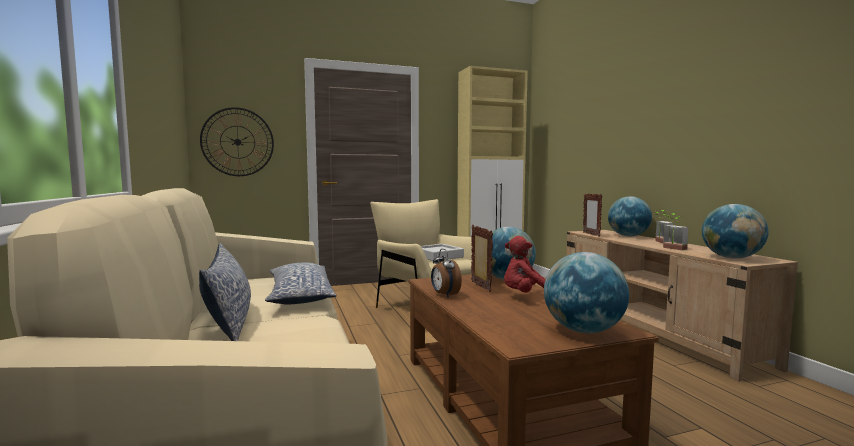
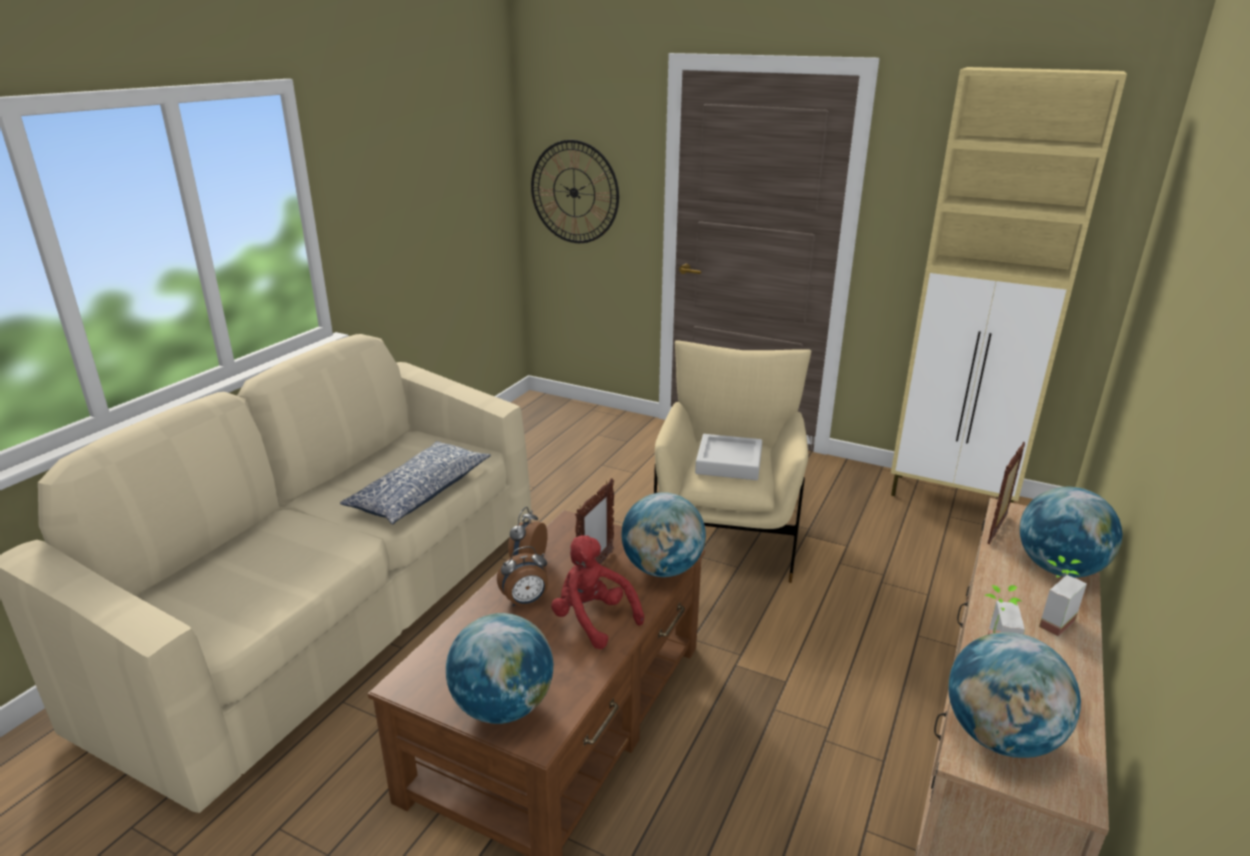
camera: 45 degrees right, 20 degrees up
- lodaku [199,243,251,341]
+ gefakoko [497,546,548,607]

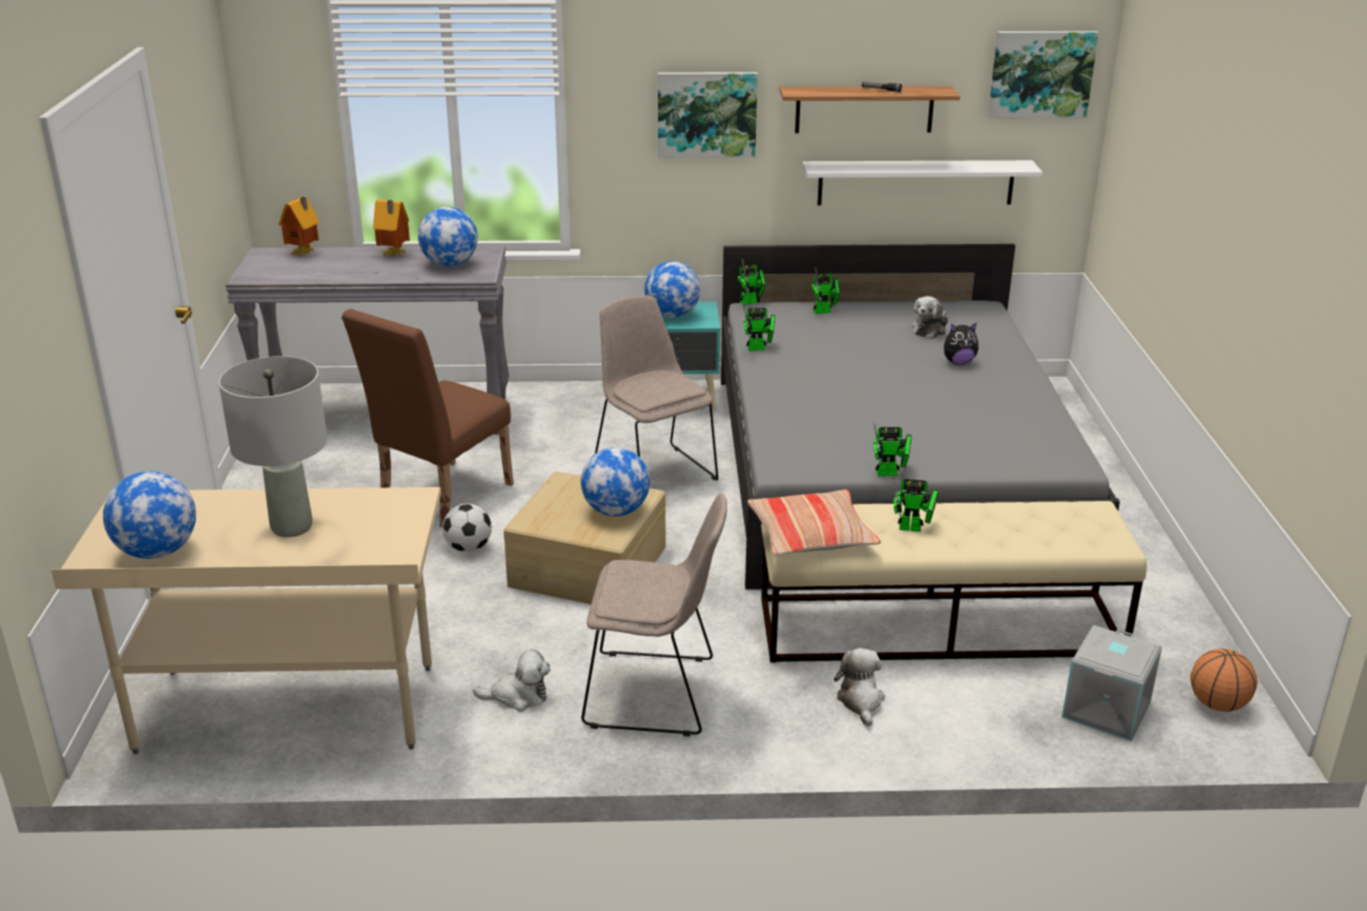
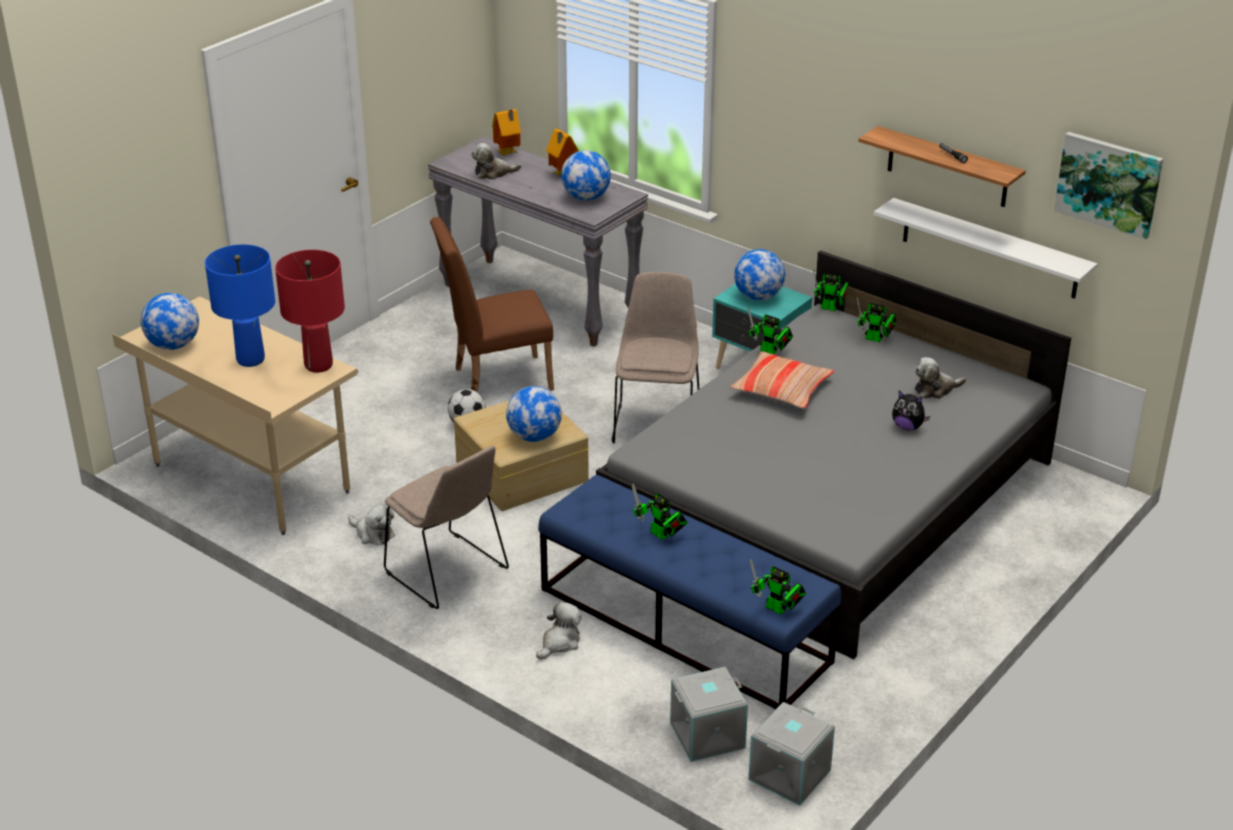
camera: 40 degrees right, 5 degrees up
~ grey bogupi [219,356,327,537] to blue bogupi [205,244,275,367]
- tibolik [658,72,758,158]
~ lodaku [747,489,881,556] to [730,351,834,409]
~ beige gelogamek [761,501,1147,663] to blue gelogamek [538,475,841,709]
~ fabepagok [873,422,912,476] to [750,559,806,614]
~ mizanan [1190,649,1257,712] to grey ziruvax [748,702,835,805]
+ red bogupi [275,250,345,373]
+ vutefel [472,143,521,180]

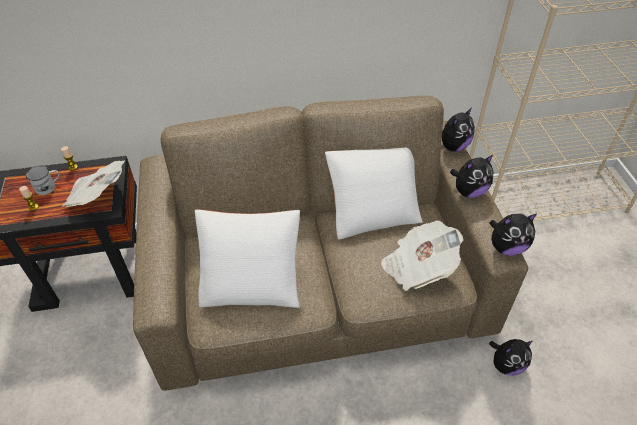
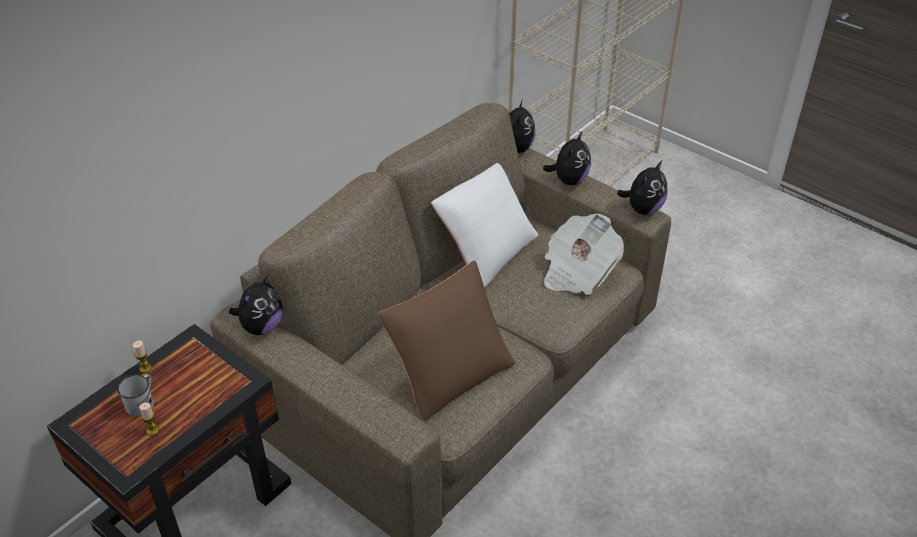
camera: 40 degrees left, 5 degrees down
- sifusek [62,160,125,207]
~ white lodaku [195,209,300,308] to brown lodaku [378,260,515,421]
~ vutefel [489,339,533,376] to [229,276,283,335]

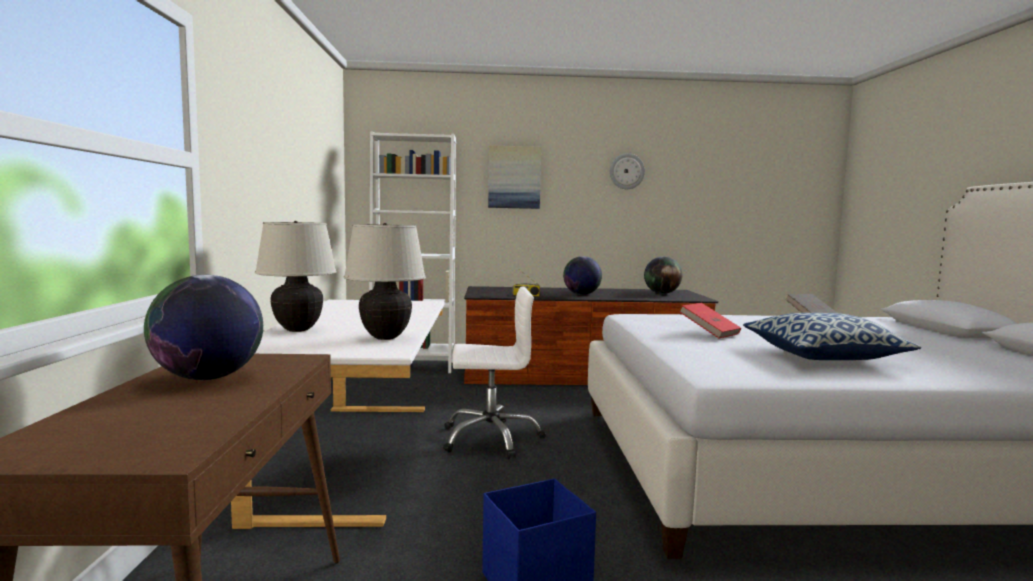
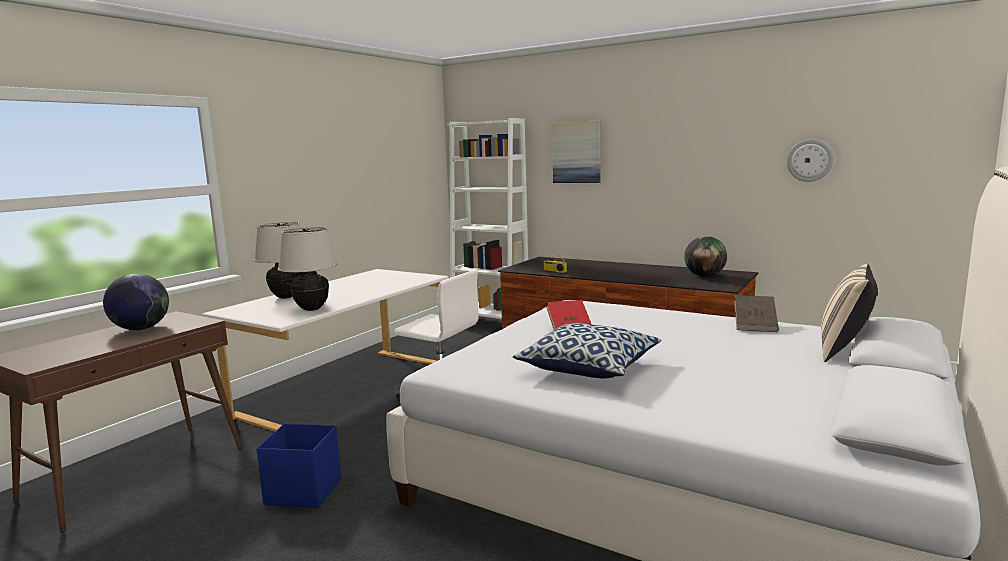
camera: 35 degrees right, 5 degrees up
- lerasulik [563,256,602,295]
~ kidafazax [610,153,645,189] to [787,139,834,182]
+ beige lodaku [821,264,878,362]

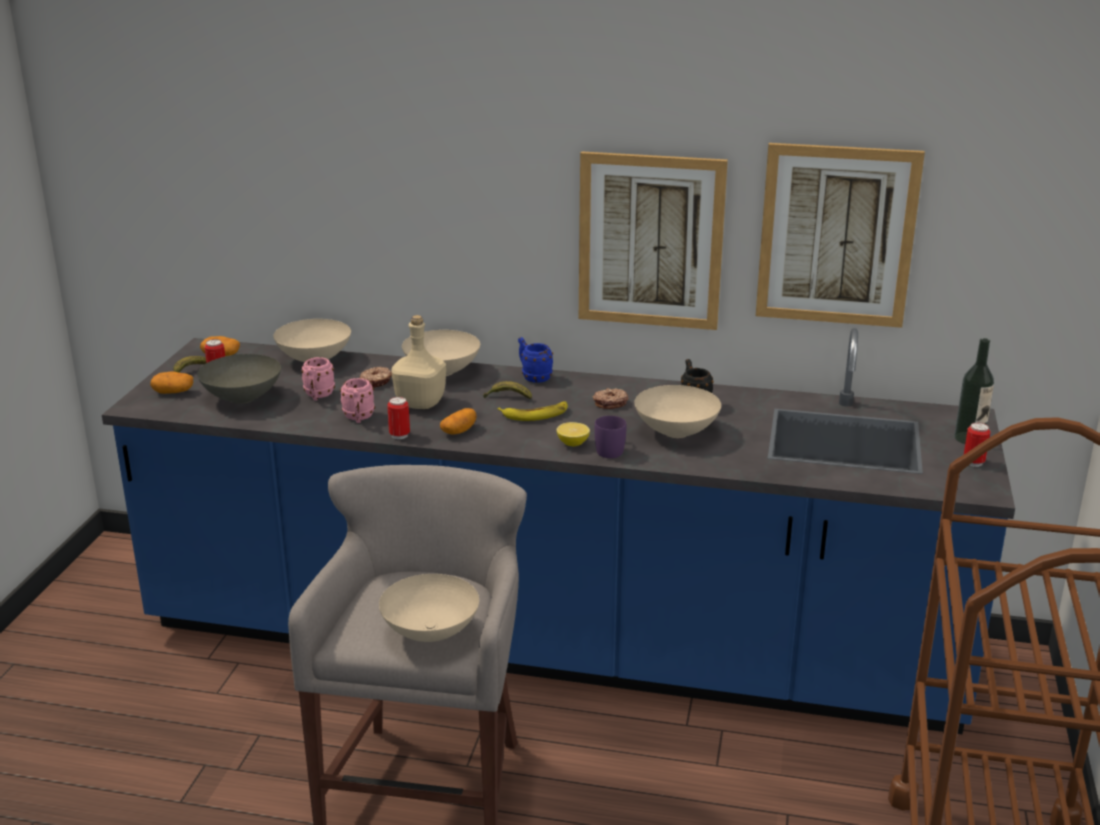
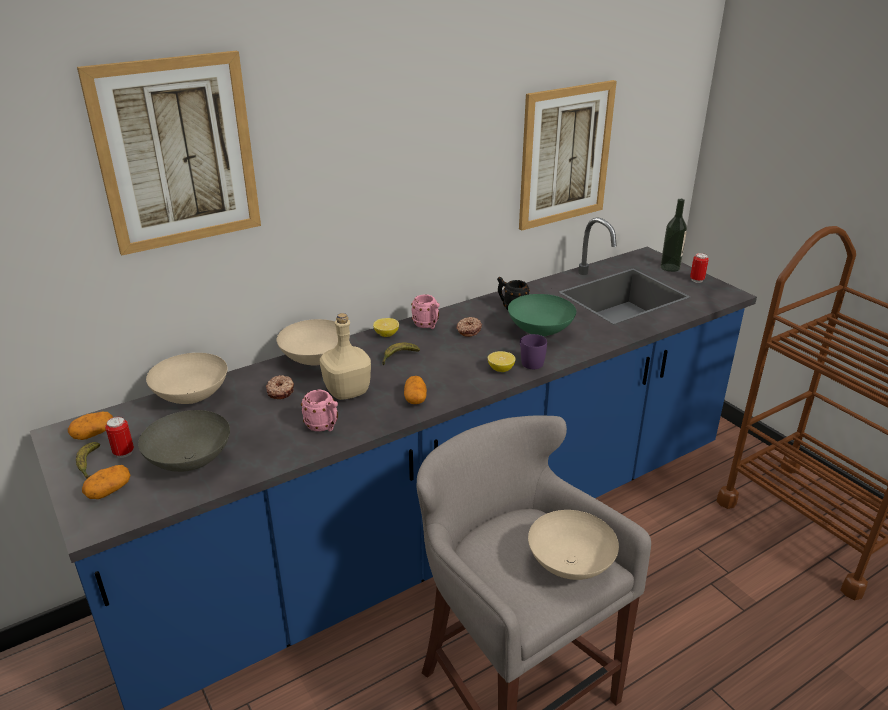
camera: 45 degrees left, 5 degrees up
~ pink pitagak [302,357,335,400] to [411,294,440,329]
- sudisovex [387,397,410,439]
- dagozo [498,401,568,421]
~ blue pitagak [518,337,553,383] to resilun [373,318,399,337]
~ tibolik [579,151,728,330] to [77,51,261,256]
~ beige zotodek [634,385,721,438] to green zotodek [508,294,576,337]

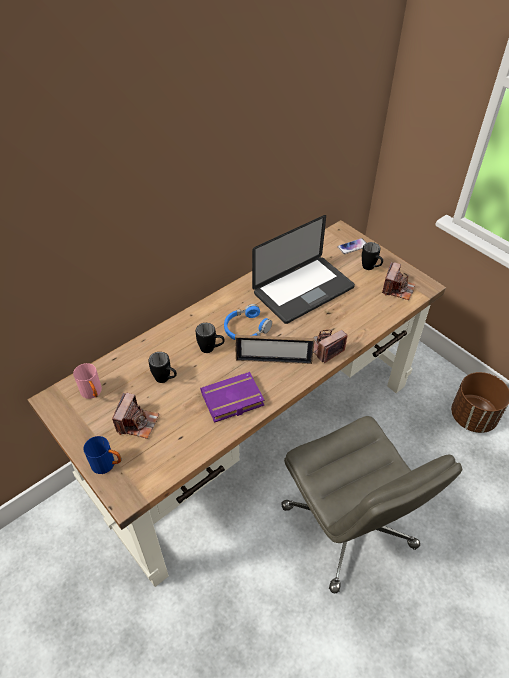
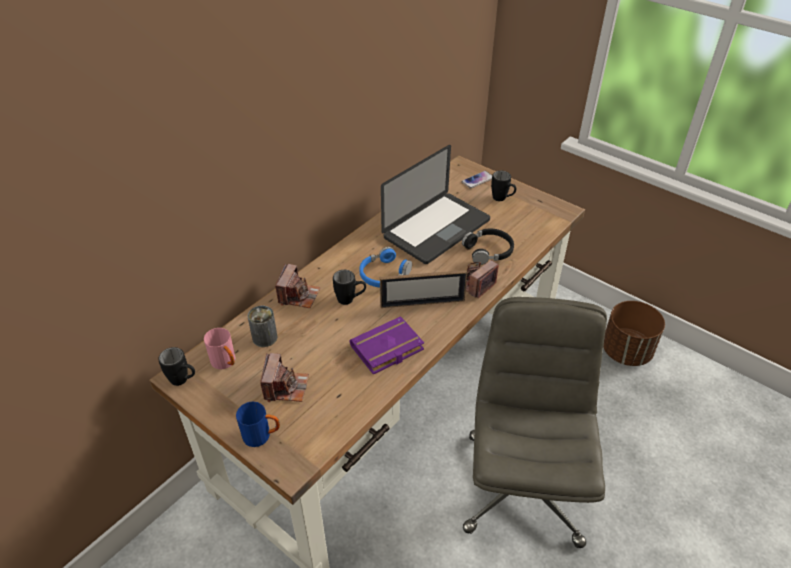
camera: 10 degrees left, 5 degrees down
~ black pitagak [149,352,177,383] to [158,347,195,386]
~ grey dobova [281,416,462,593] = [463,297,607,548] 135 degrees counterclockwise
~ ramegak [382,262,416,300] to [275,264,320,308]
+ sudisovex [248,306,278,347]
+ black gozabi [462,228,514,265]

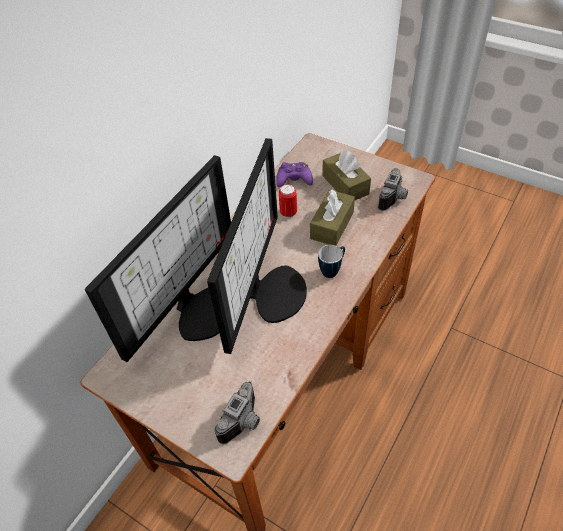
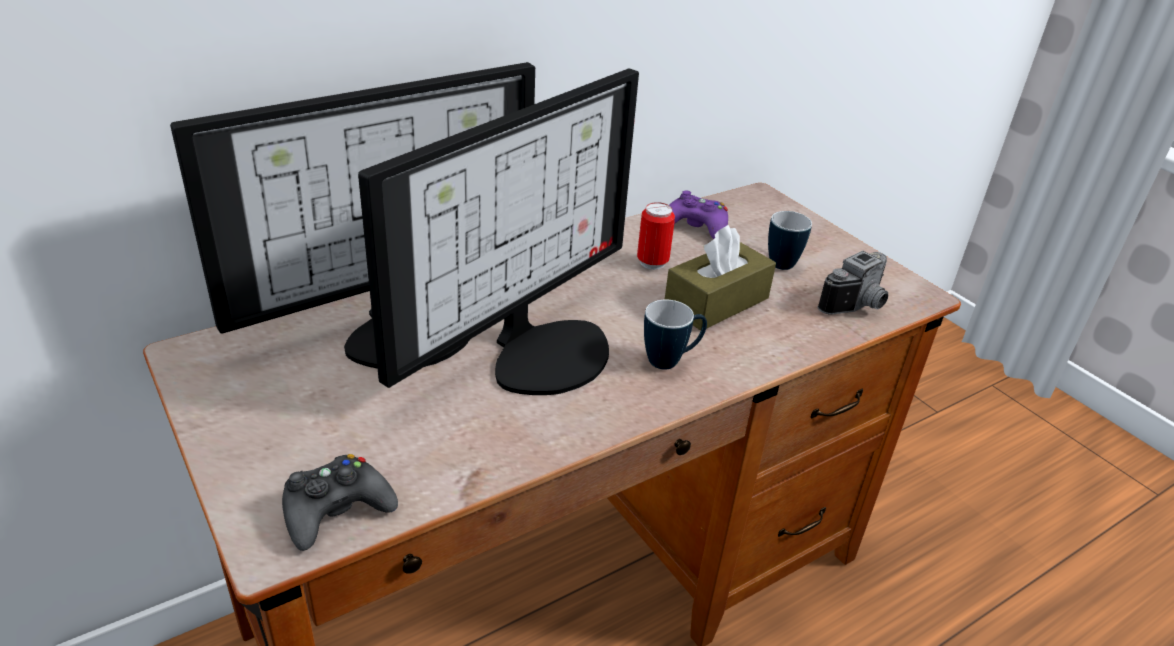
camera: 20 degrees right, 15 degrees down
~ ramegak [214,381,260,444] to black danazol [282,454,398,551]
~ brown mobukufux [322,150,371,200] to pitagak [768,211,812,270]

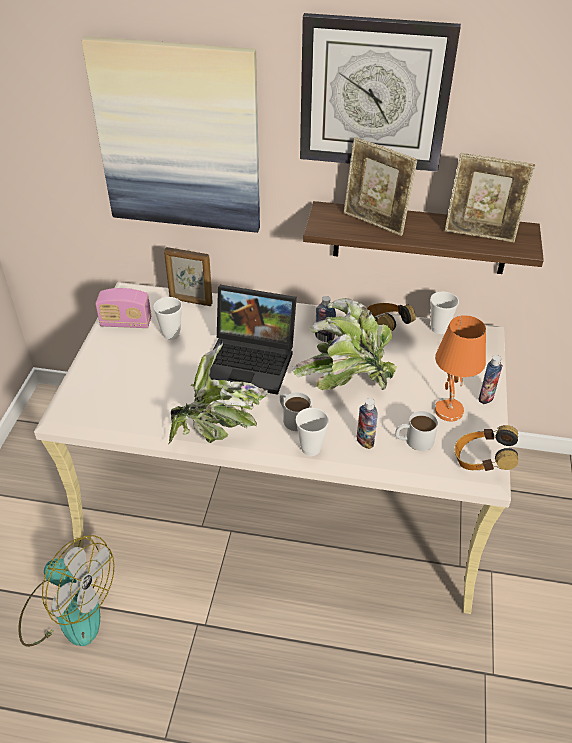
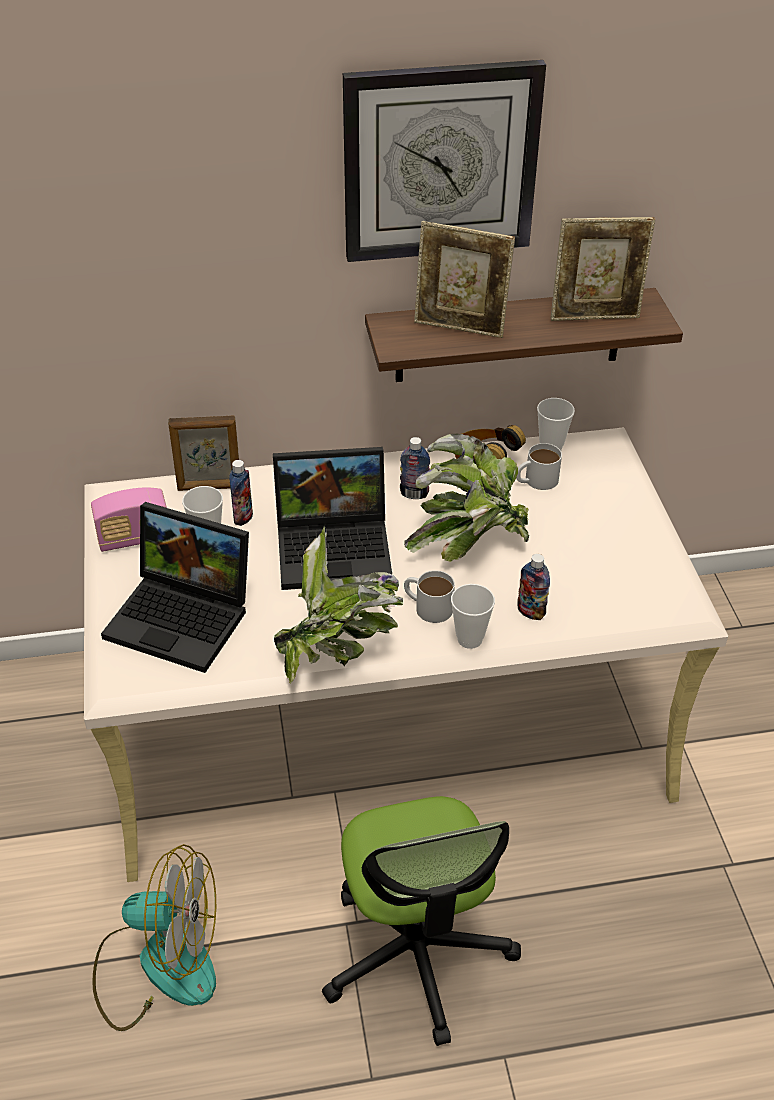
camera: 20 degrees left, 0 degrees up
- tibolik [81,36,260,233]
~ white pitagak [395,411,438,451] to [516,443,562,490]
- orange bogupi [435,315,486,421]
- gozabi [455,425,518,471]
~ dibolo [479,355,503,404] to [229,460,253,526]
+ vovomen [101,502,249,673]
+ dobova [322,796,521,1046]

